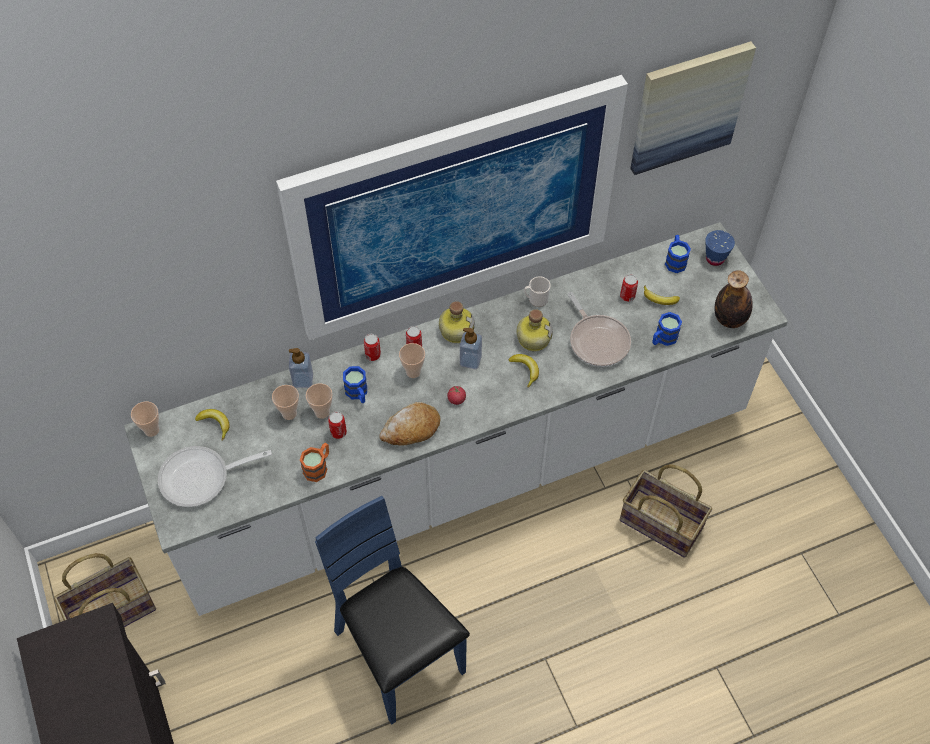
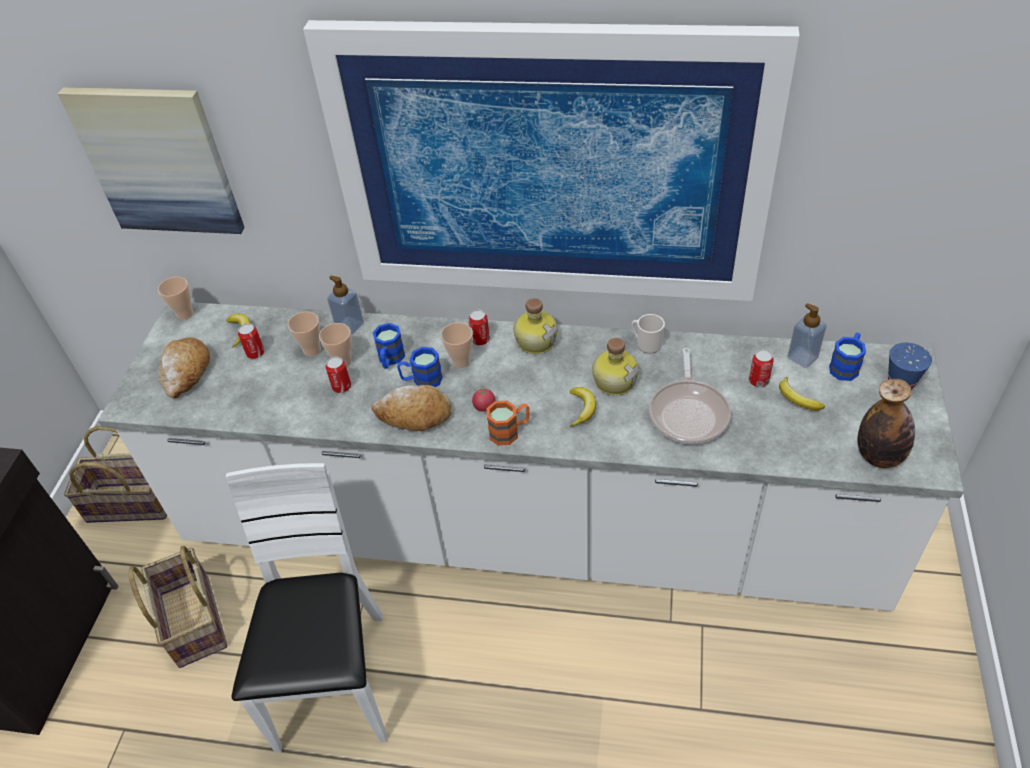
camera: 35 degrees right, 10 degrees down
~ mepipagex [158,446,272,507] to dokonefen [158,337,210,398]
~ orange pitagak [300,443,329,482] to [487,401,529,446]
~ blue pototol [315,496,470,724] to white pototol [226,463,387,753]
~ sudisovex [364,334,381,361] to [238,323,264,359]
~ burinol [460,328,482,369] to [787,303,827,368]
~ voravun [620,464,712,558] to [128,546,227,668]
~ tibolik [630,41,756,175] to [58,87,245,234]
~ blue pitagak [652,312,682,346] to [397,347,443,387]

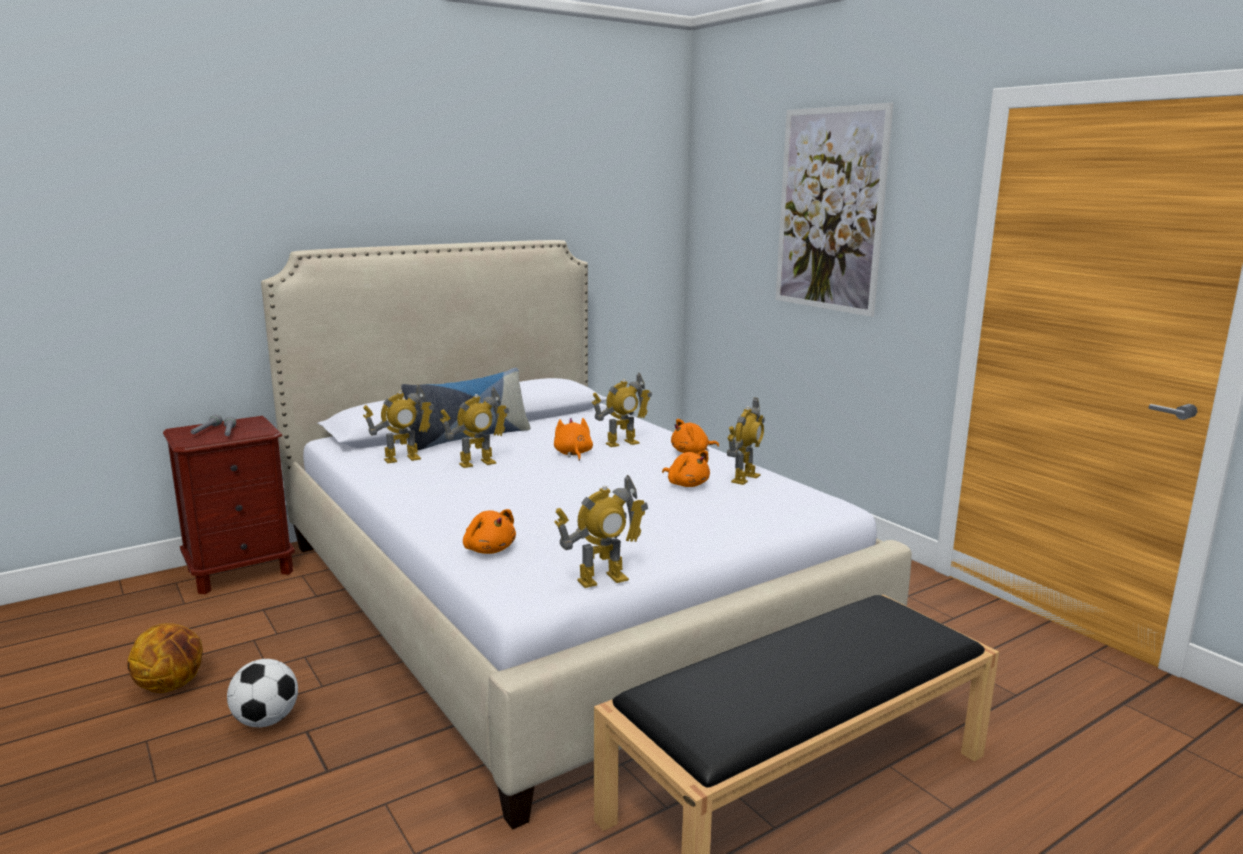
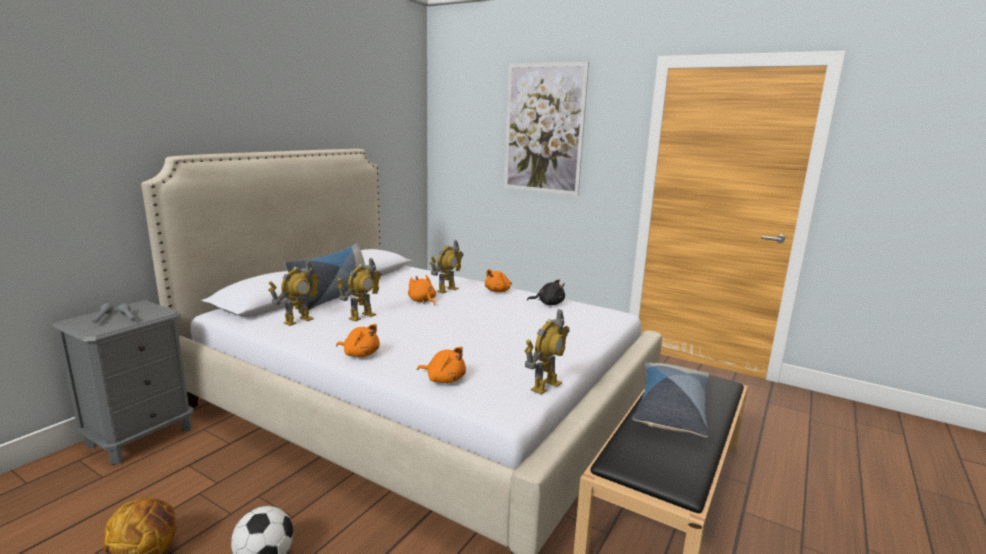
camera: 25 degrees left, 0 degrees up
~ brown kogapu [163,416,295,594] to grey kogapu [52,300,194,465]
~ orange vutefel [662,450,710,487] to [336,324,380,357]
~ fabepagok [727,398,765,485] to black vutefel [527,279,565,305]
+ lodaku [631,362,709,437]

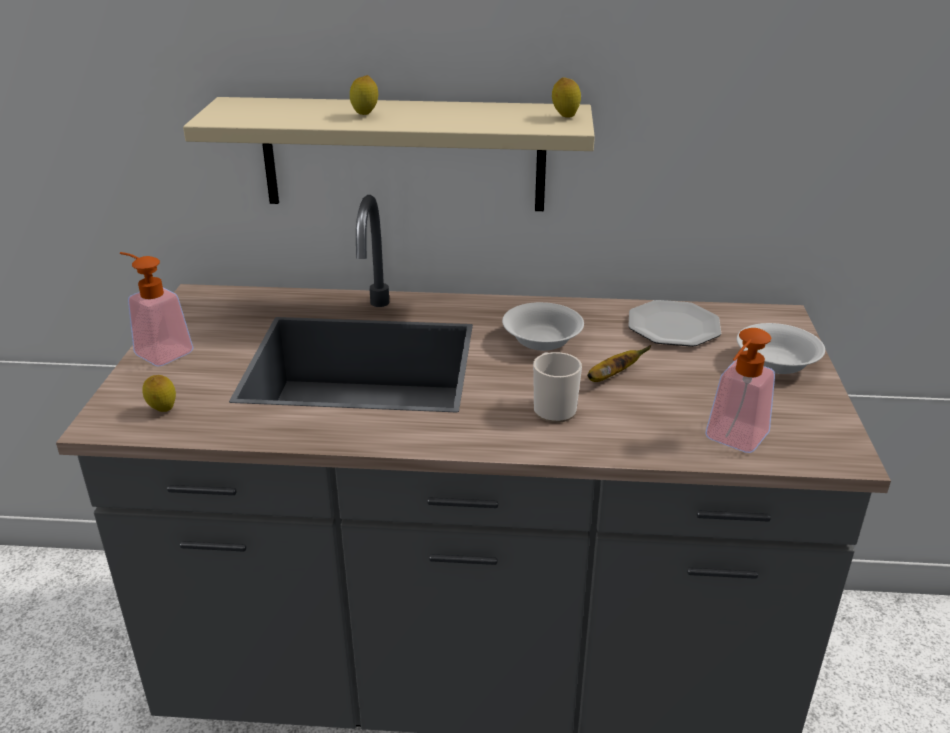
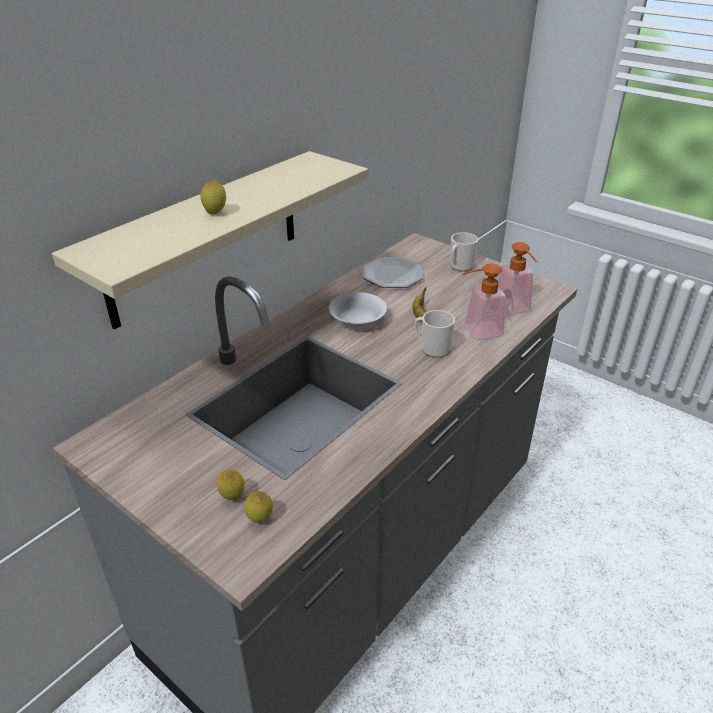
camera: 55 degrees left, 5 degrees up
~ burinol [120,252,194,366] to [462,263,506,340]
~ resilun [552,78,581,118] to [216,469,245,500]
~ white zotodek [737,323,825,374] to pitagak [450,232,478,272]

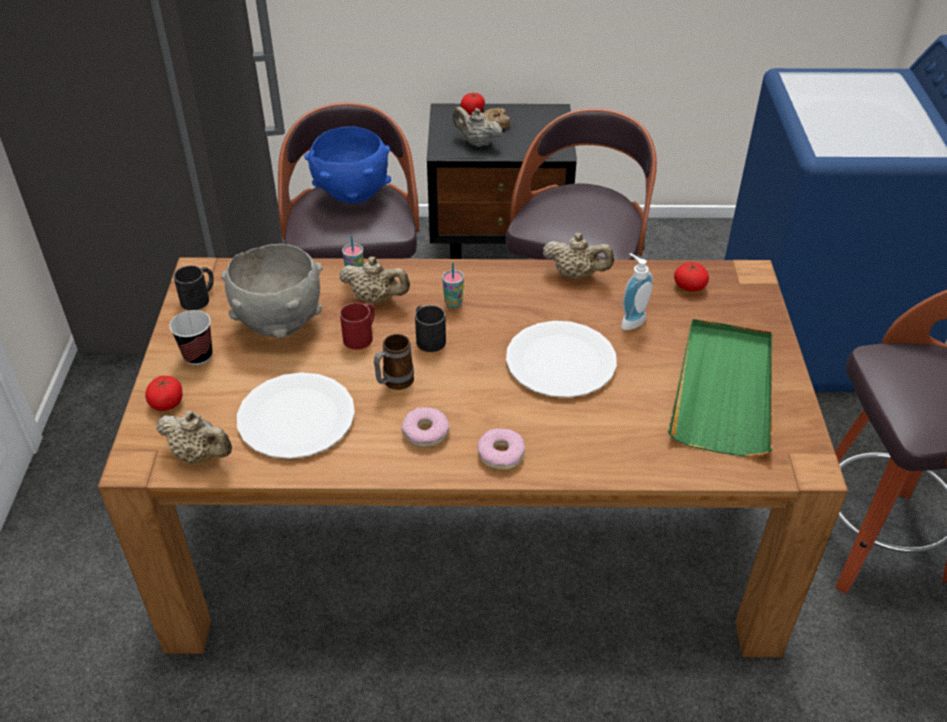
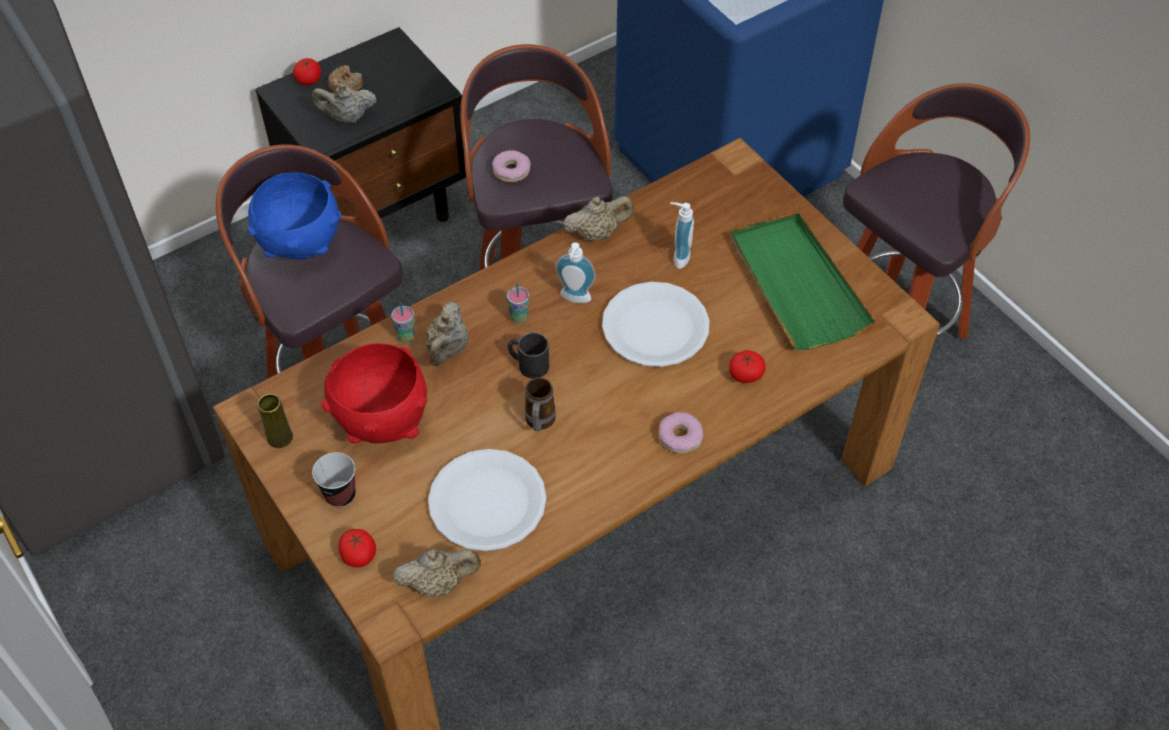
camera: 35 degrees left, 10 degrees up
~ black pitagak [173,265,214,310] to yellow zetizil [258,394,293,448]
~ grey zotodek [221,244,323,338] to red zotodek [321,343,427,444]
~ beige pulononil [340,257,410,304] = [425,302,468,366] 120 degrees clockwise
- red pitagak [340,303,374,350]
~ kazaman [402,407,450,447] to [492,150,531,183]
~ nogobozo [674,262,709,292] to [729,350,766,383]
+ burinol [555,242,596,303]

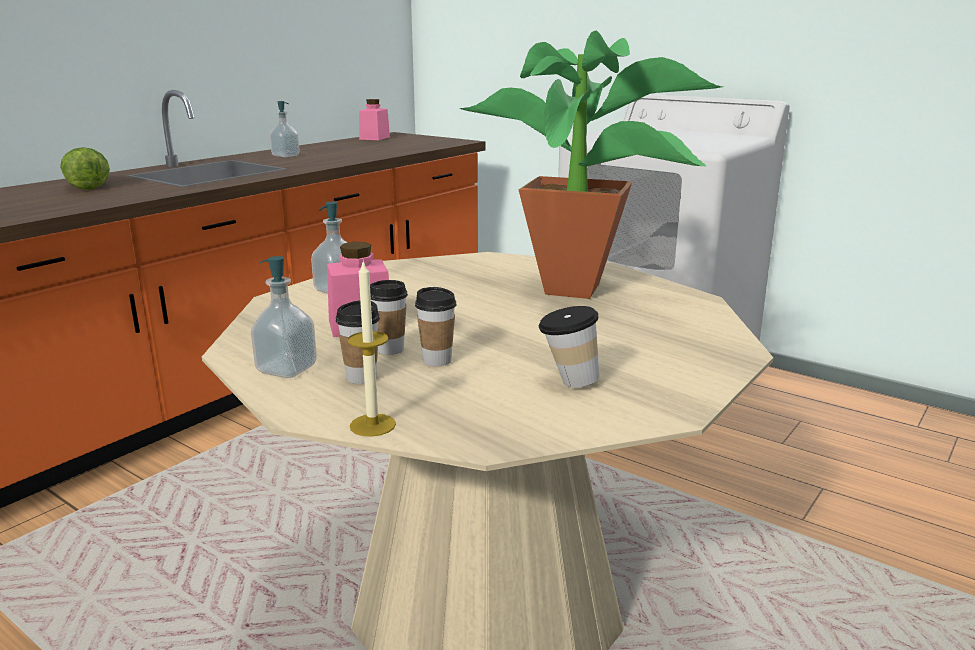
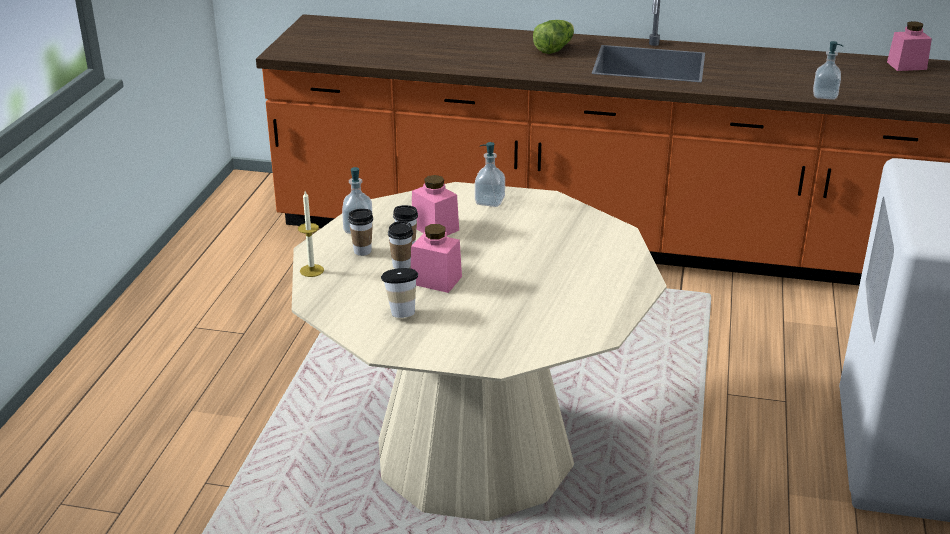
camera: 65 degrees right, 10 degrees up
~ burinol [270,101,300,157] to [813,41,843,100]
- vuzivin [459,31,724,299]
+ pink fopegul [411,224,462,293]

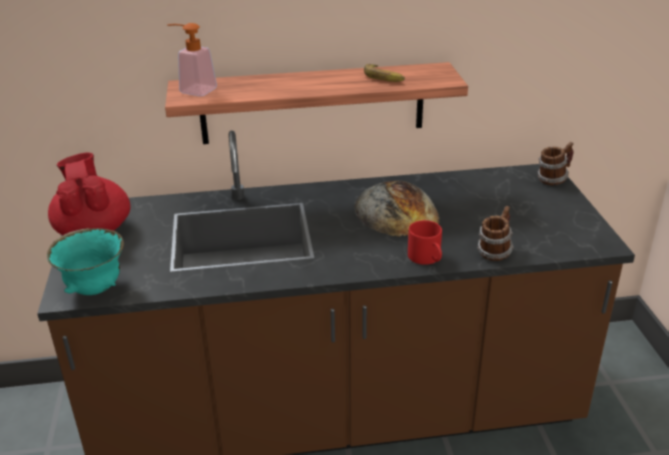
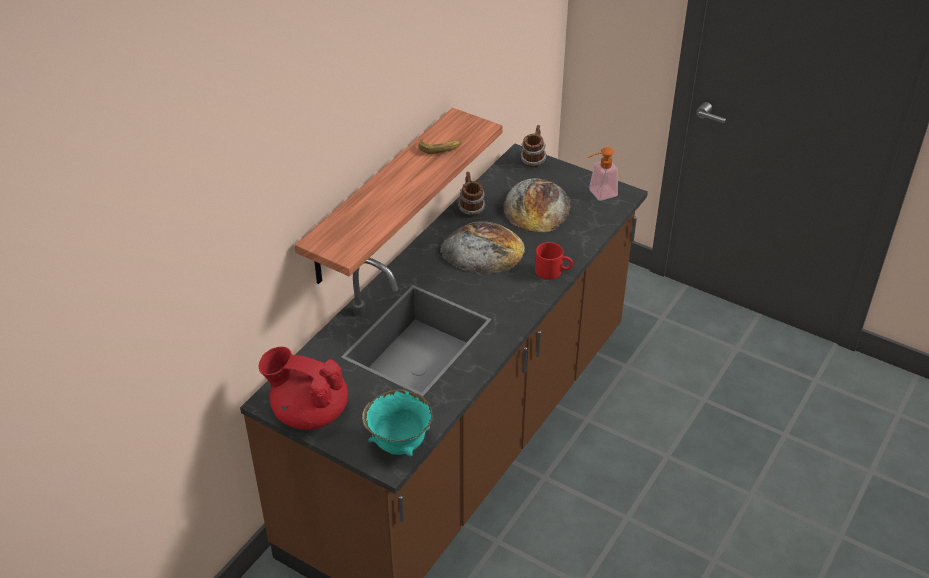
camera: 50 degrees left, 10 degrees up
~ burinol [167,23,217,96] to [588,147,618,201]
~ pitagak [477,206,514,261] to [458,172,486,216]
+ dokonefen [504,178,571,232]

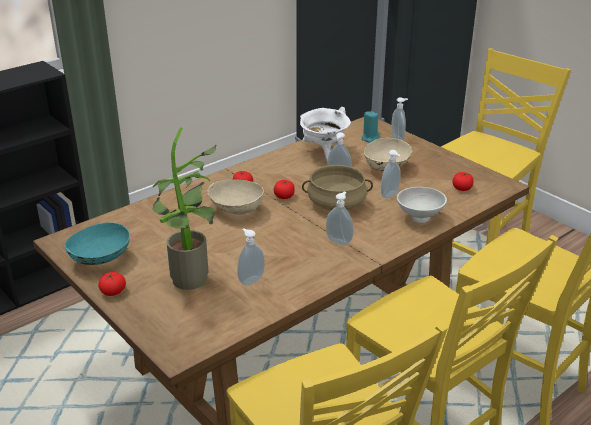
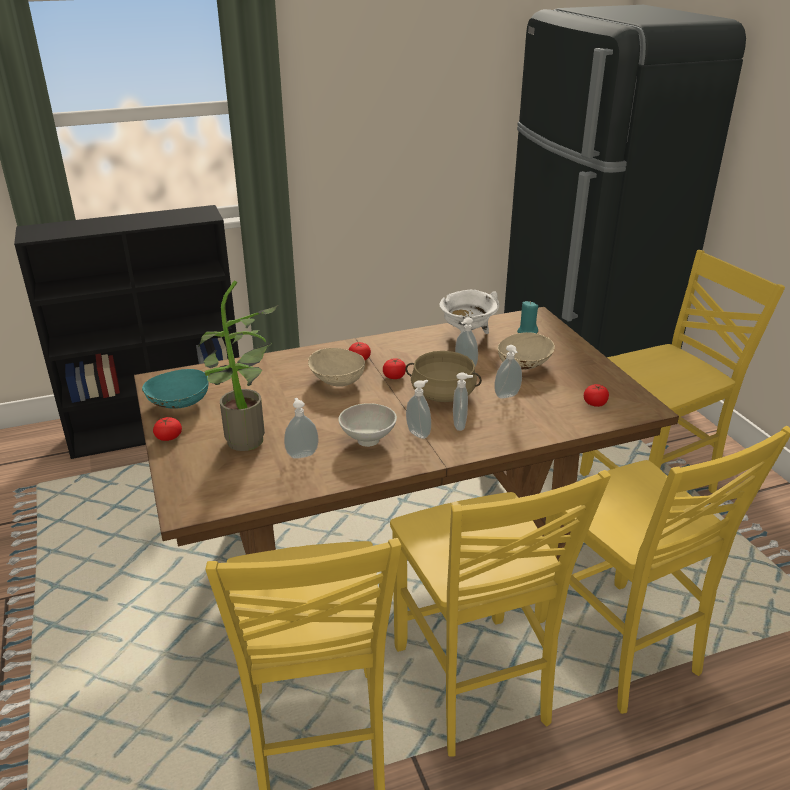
camera: 20 degrees right, 0 degrees up
~ burinol [392,97,408,140] to [453,372,473,431]
~ white zotodek [397,187,447,223] to [338,403,397,447]

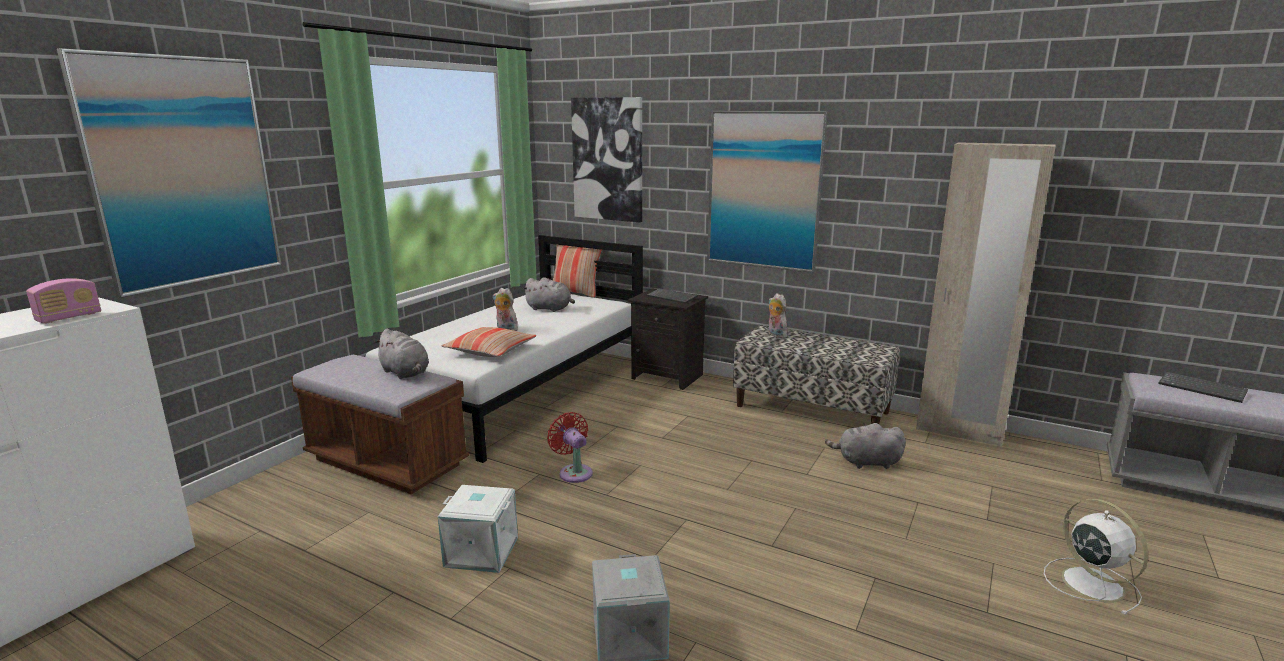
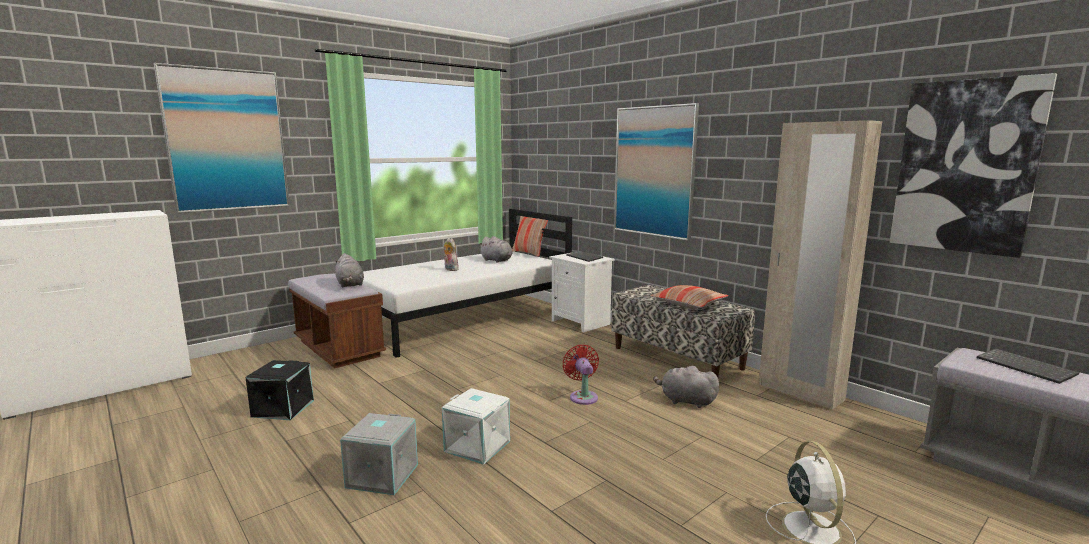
camera: 20 degrees right, 5 degrees down
- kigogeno [26,278,101,323]
~ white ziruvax [438,485,518,573] to [442,388,510,465]
~ lodaku [441,327,537,357] to [650,285,728,309]
~ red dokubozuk [547,412,593,483] to [563,345,599,405]
~ tibolik [571,97,642,222] to [890,73,1057,258]
~ black kogapu [628,288,708,390] to white kogapu [549,253,615,332]
- vutefel [768,293,790,338]
+ black ziruvax [246,360,314,420]

